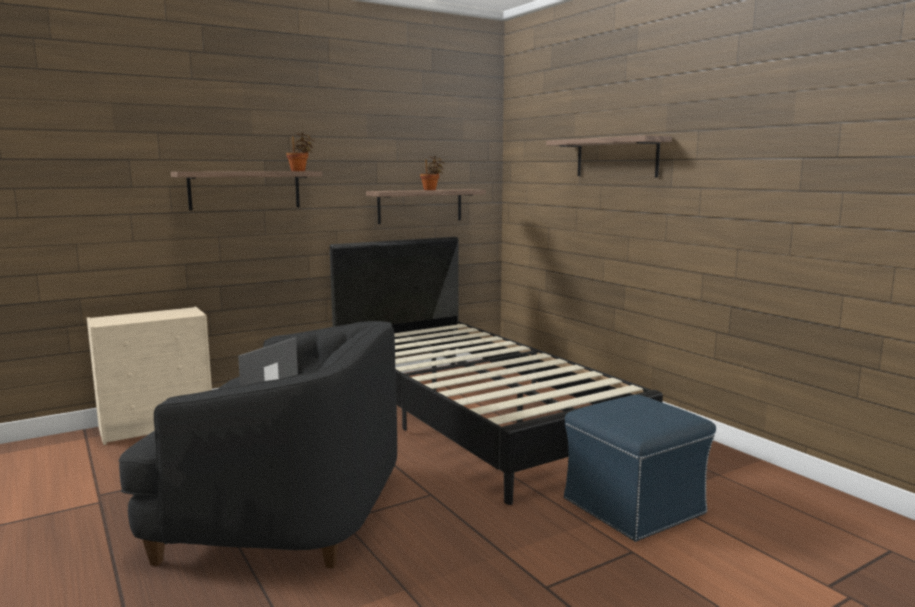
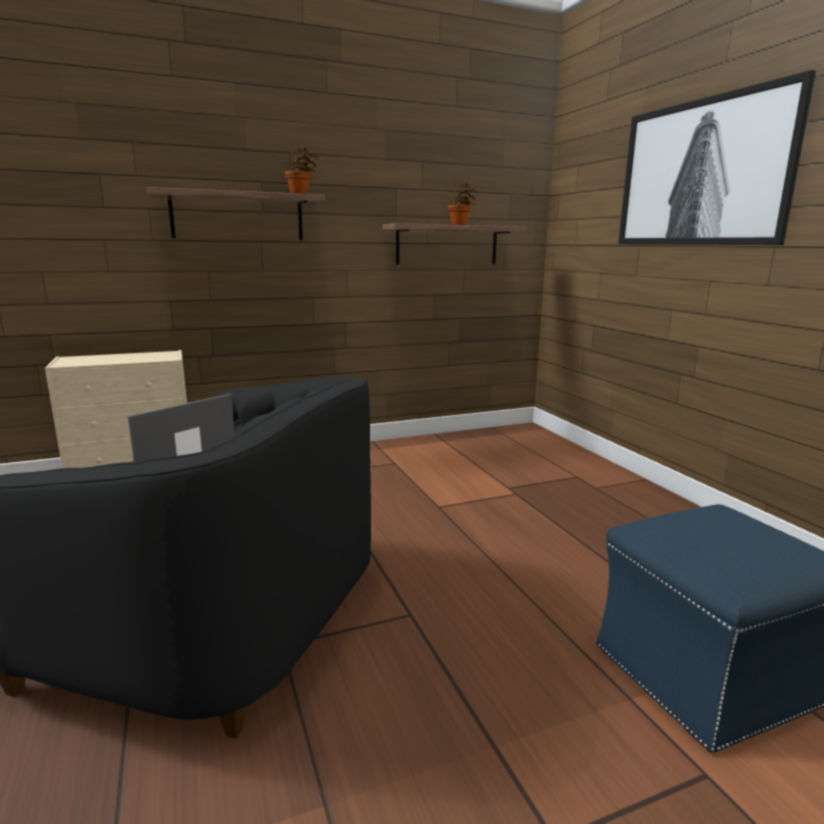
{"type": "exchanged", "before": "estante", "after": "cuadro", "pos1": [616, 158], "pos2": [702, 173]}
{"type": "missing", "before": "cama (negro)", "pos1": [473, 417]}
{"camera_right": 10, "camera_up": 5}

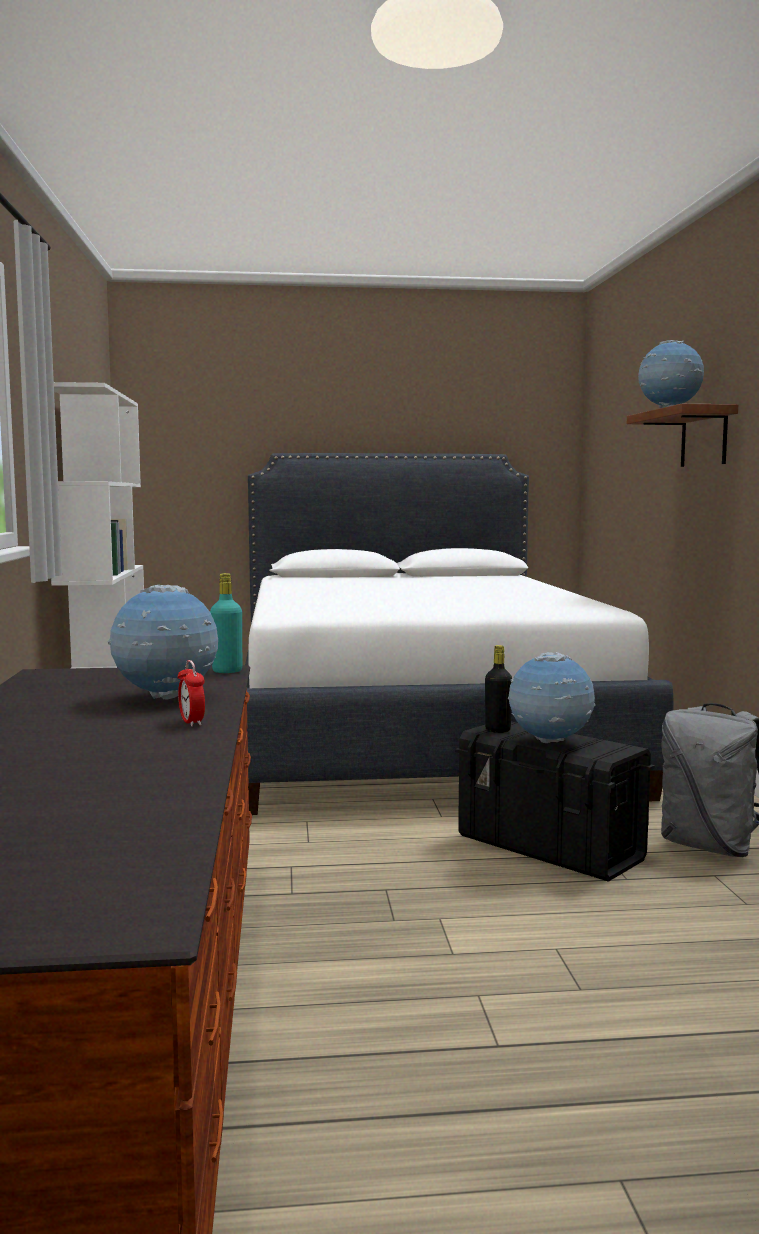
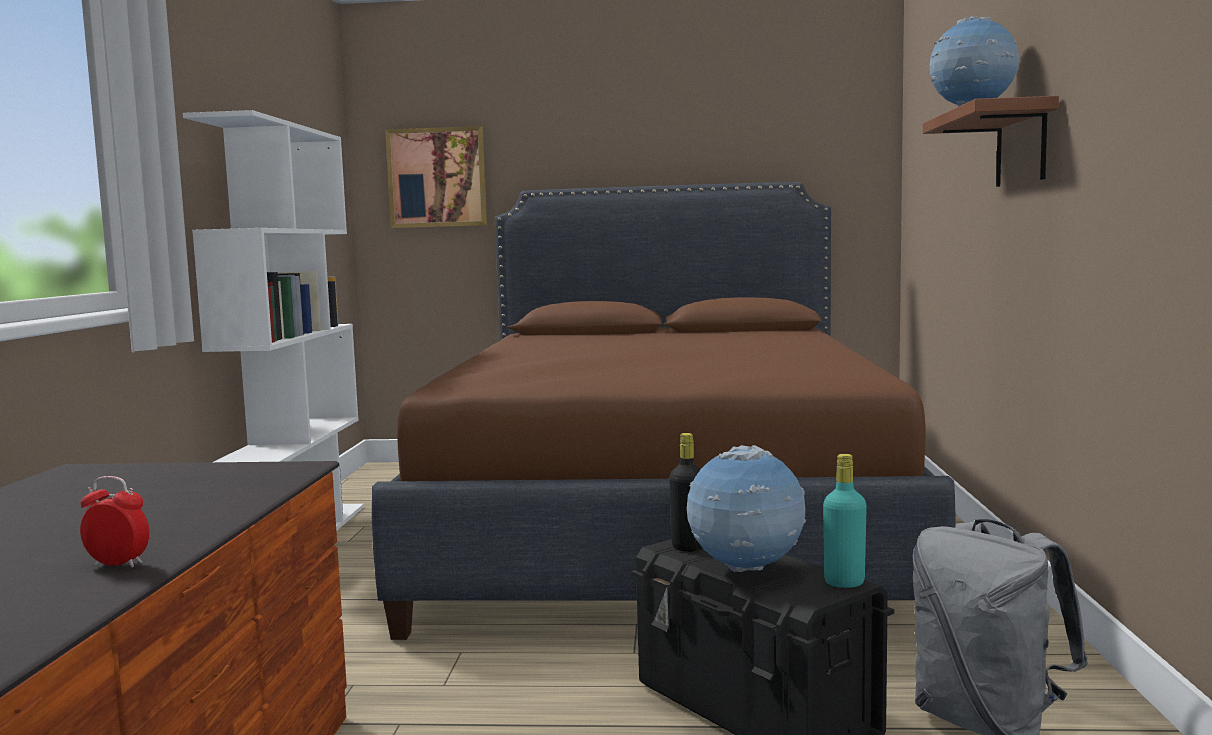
{"type": "colour", "before": "cama (blanco)", "after": "cama (marrón)", "pos1": [415, 733], "pos2": [664, 525]}
{"type": "relocated", "before": "botella (turquesa)", "pos1": [227, 671], "pos2": [844, 582]}
{"type": "missing", "before": "globo terráqueo", "pos1": [166, 698]}
{"type": "spun", "before": "despertador", "pos1": [192, 722], "pos2": [117, 564], "turn": 120}
{"type": "appeared", "after": "cuadro", "pos2": [437, 177]}
{"camera_right": 10, "camera_up": 0}

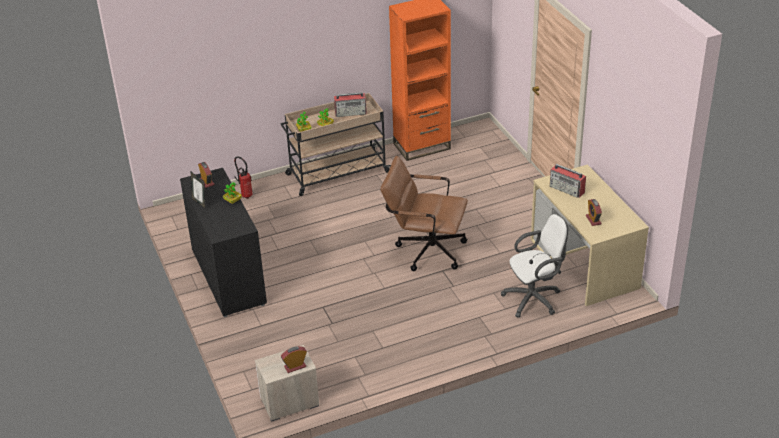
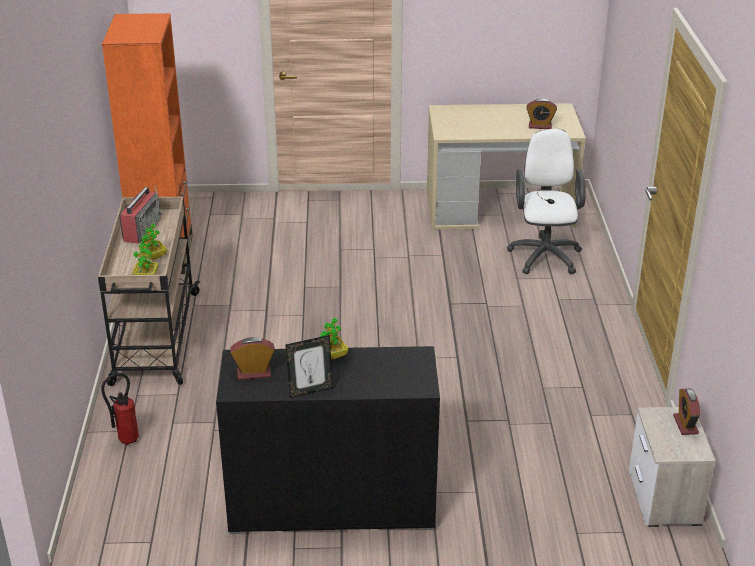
{"type": "missing", "before": "silla de oficina (marrón)", "pos1": [425, 250]}
{"type": "missing", "before": "radio", "pos1": [567, 189]}
{"camera_right": -70, "camera_up": -5}

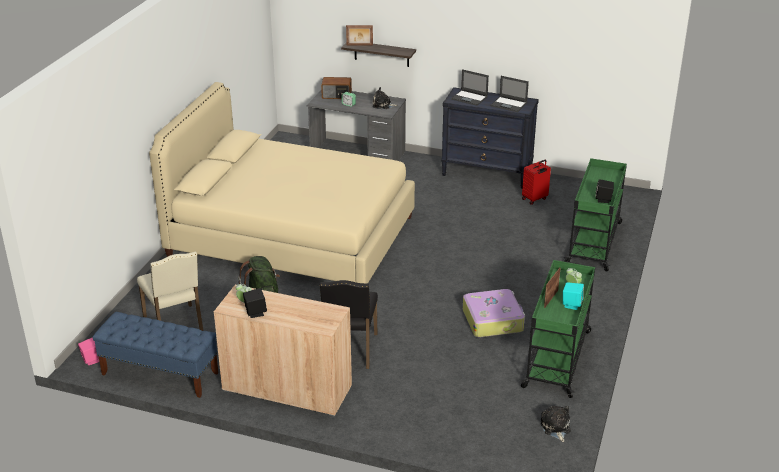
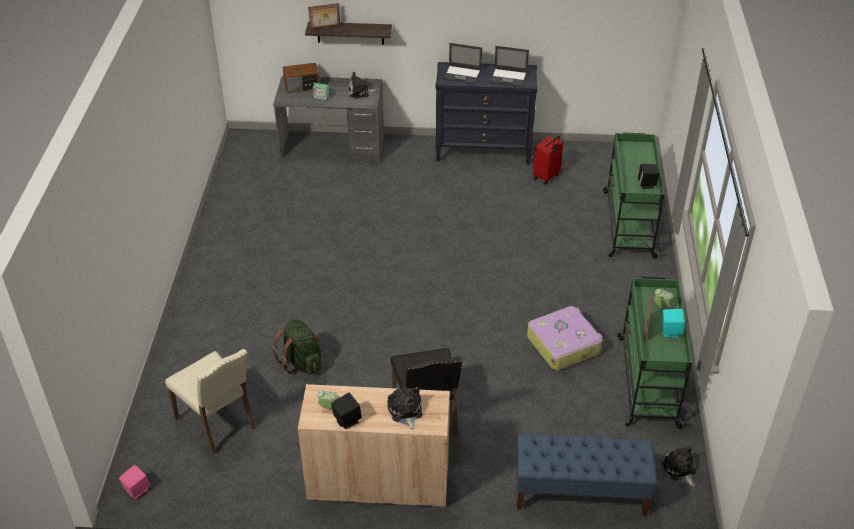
{"type": "missing", "before": "cama (beis)", "pos1": [292, 236]}
{"type": "relocated", "before": "banco (azul)", "pos1": [159, 373], "pos2": [580, 493]}
{"type": "appeared", "after": "peluche", "pos2": [405, 412]}
{"camera_right": -15, "camera_up": 10}

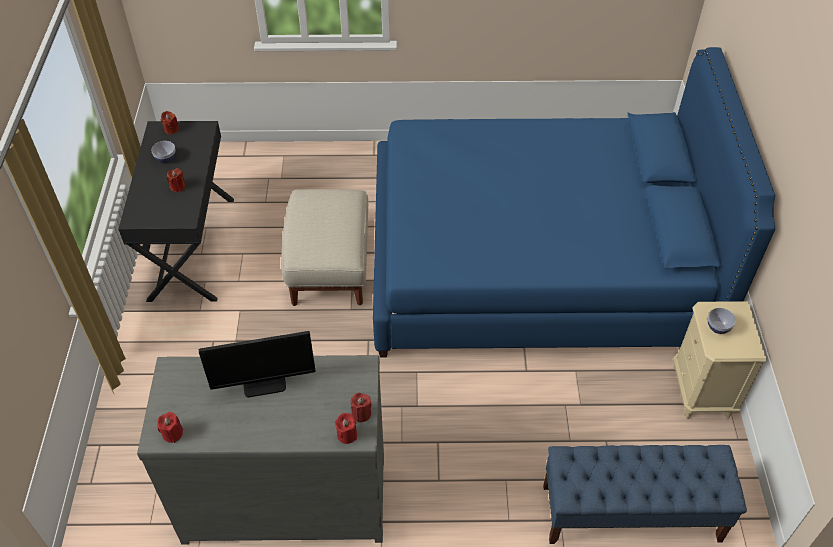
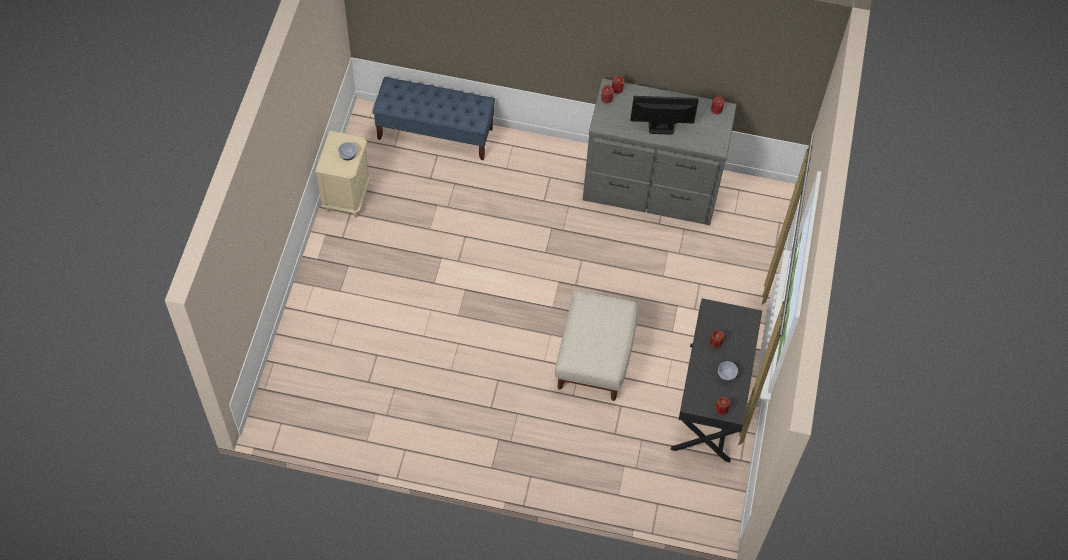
{"type": "missing", "before": "cama (azul)", "pos1": [536, 264]}
{"camera_right": -170, "camera_up": 10}

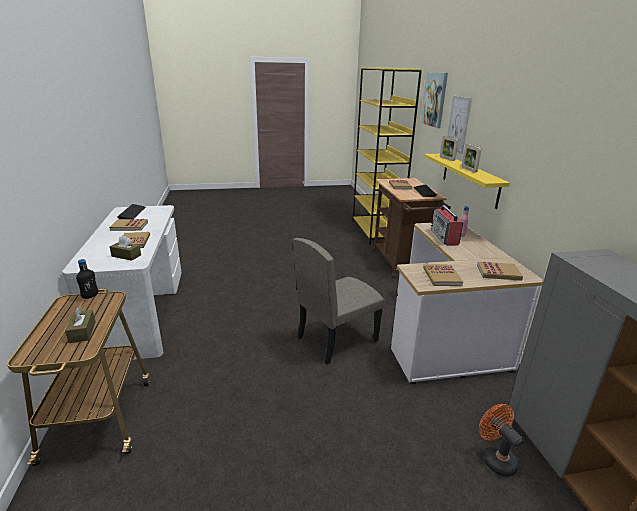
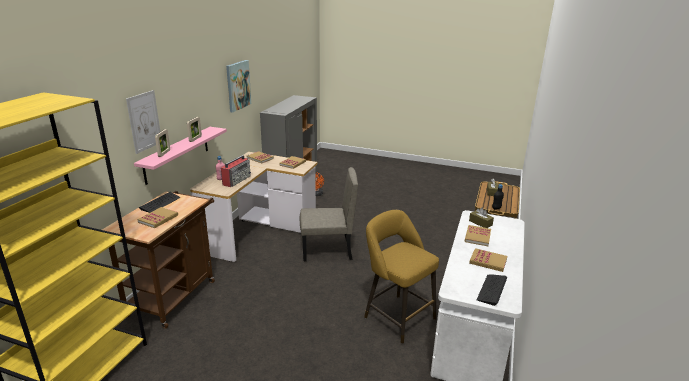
{"type": "relocated", "before": "cuadro", "pos1": [435, 99], "pos2": [238, 85]}
{"type": "colour", "before": "estante (amarillo)", "after": "estante (rosa)", "pos1": [469, 179], "pos2": [177, 154]}
{"type": "appeared", "after": "taburete (amarillo)", "pos2": [396, 316]}
{"camera_right": -150, "camera_up": 0}

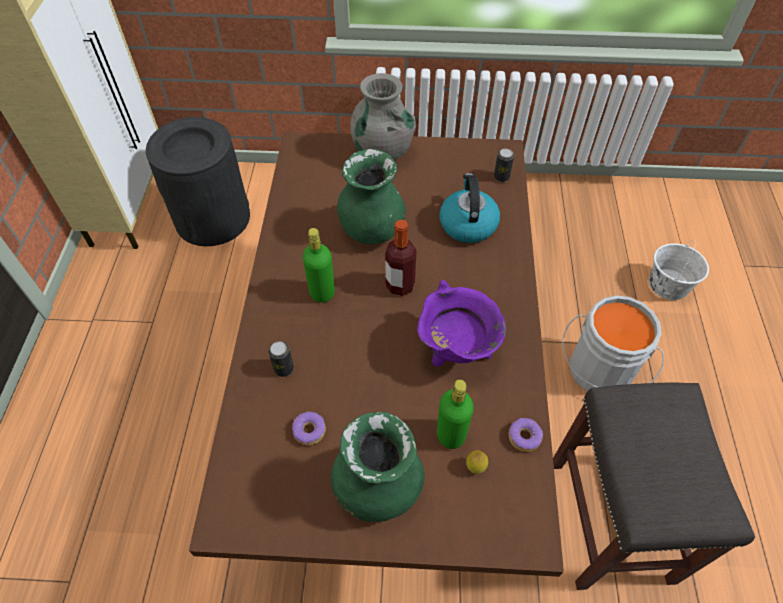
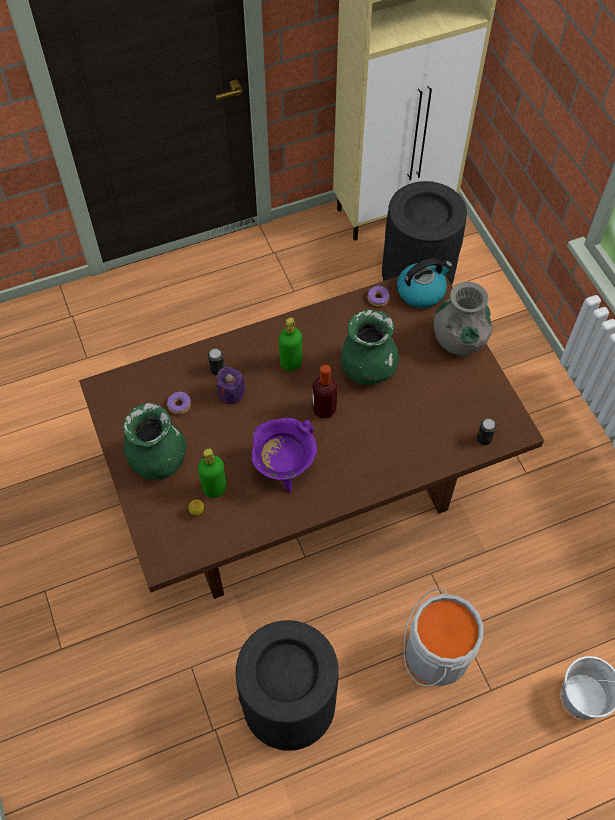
{"type": "relocated", "before": "hervidor", "pos1": [467, 224], "pos2": [421, 291]}
{"type": "exchanged", "before": "taburete (gris)", "after": "papelera (negro)", "pos1": [611, 522], "pos2": [288, 703]}
{"type": "relocated", "before": "rosquilla", "pos1": [524, 437], "pos2": [378, 298]}
{"type": "appeared", "after": "vela (morado)", "pos2": [231, 393]}
{"camera_right": 65, "camera_up": 5}

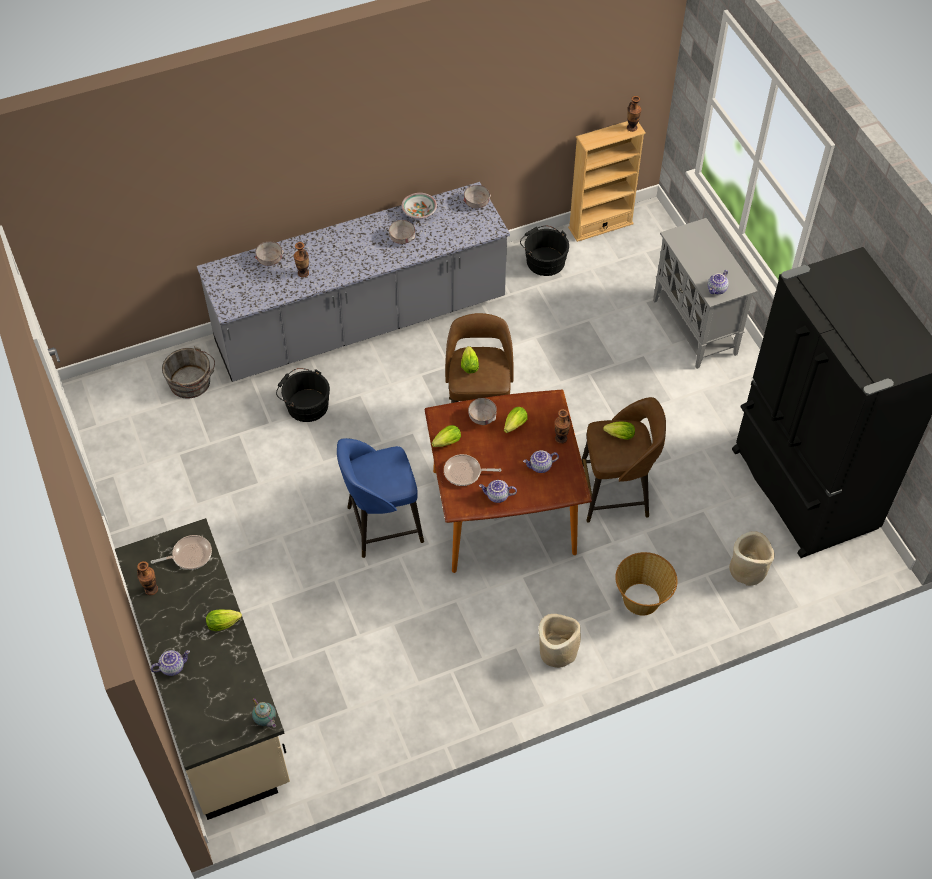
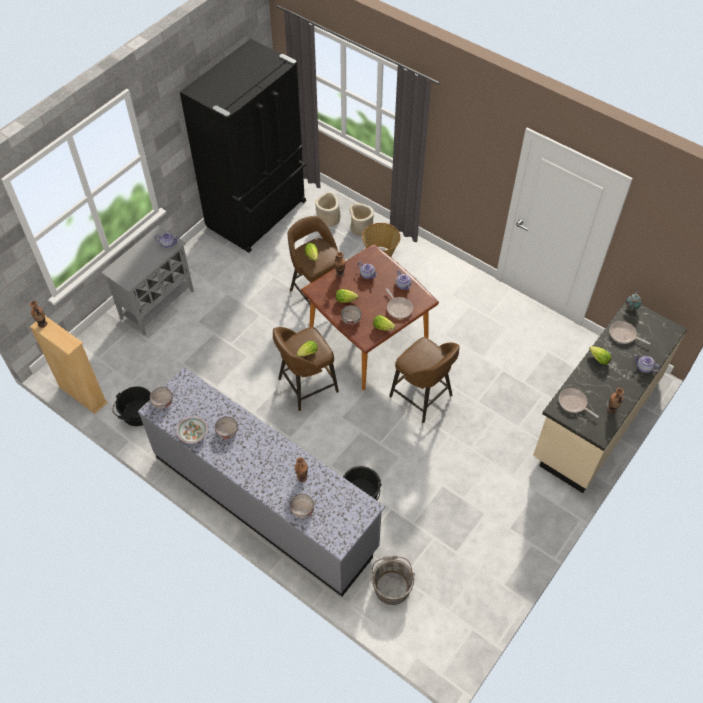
{"type": "colour", "before": "taburete (azul)", "after": "taburete (marrón)", "pos1": [382, 525], "pos2": [422, 397]}
{"type": "relocated", "before": "maceta (beis)", "pos1": [557, 650], "pos2": [360, 228]}
{"type": "appeared", "after": "sartén", "pos2": [623, 335]}
{"camera_right": -120, "camera_up": 0}

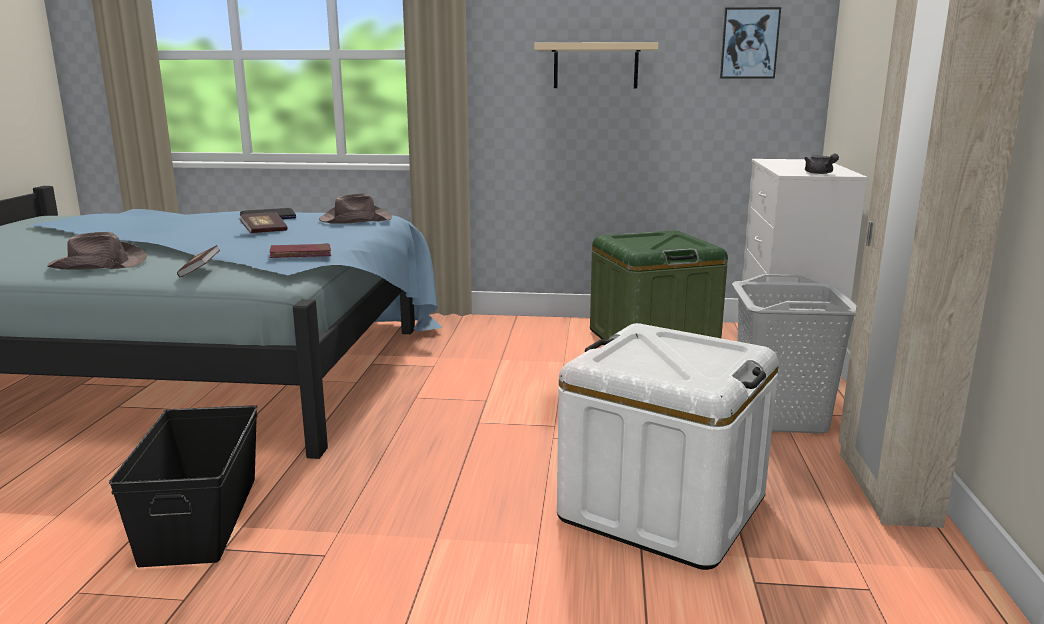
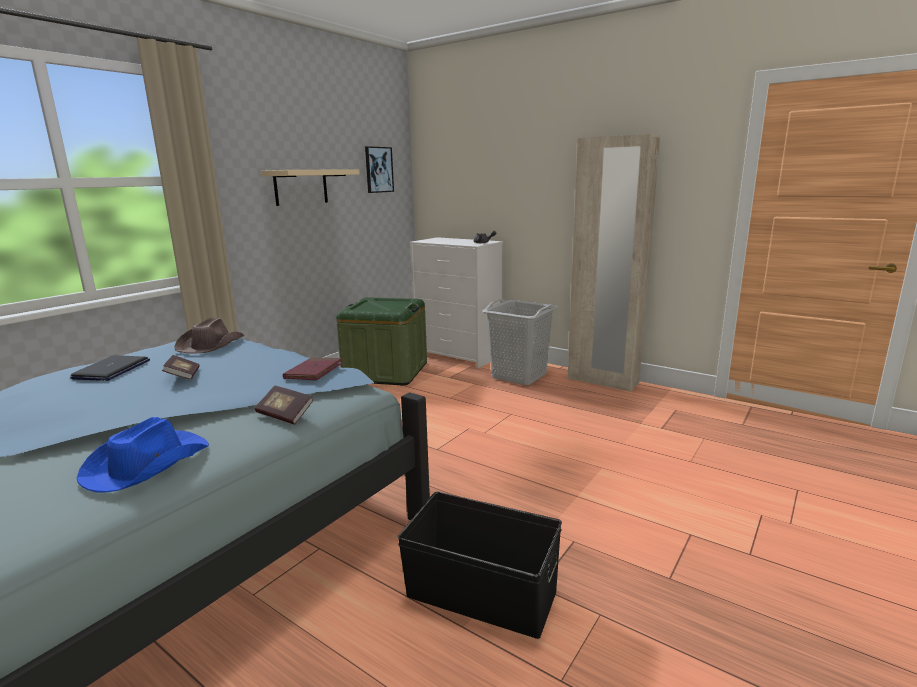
{"type": "colour", "before": "sombrero (marrón)", "after": "sombrero (azul)", "pos1": [98, 264], "pos2": [145, 464]}
{"type": "missing", "before": "caja de almacenaje (blanco)", "pos1": [662, 507]}
{"camera_right": -60, "camera_up": 0}

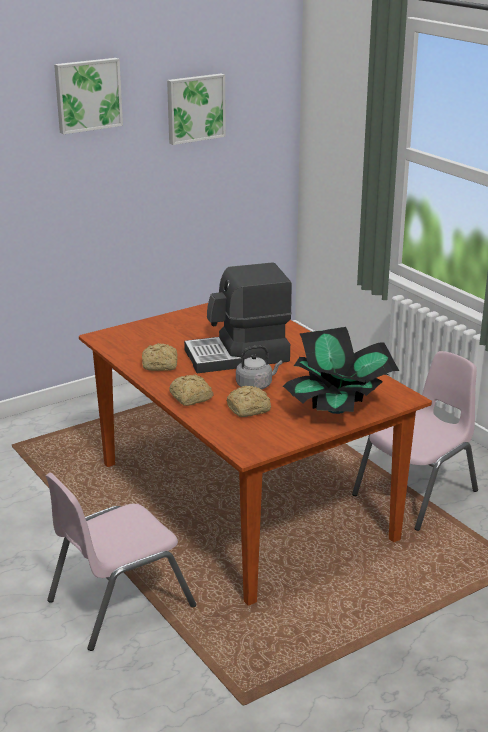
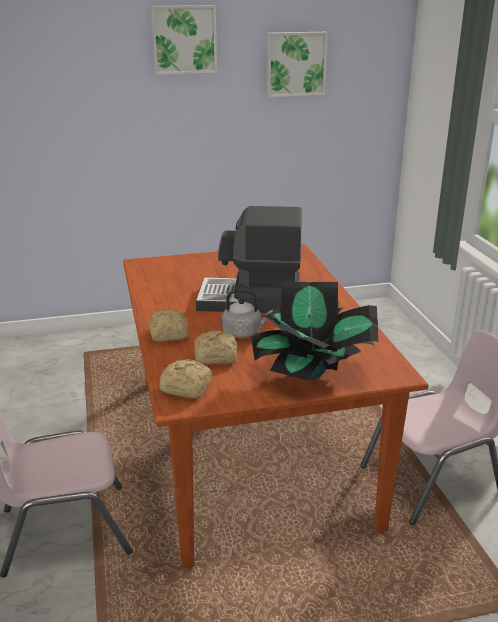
{"type": "relocated", "before": "pan", "pos1": [161, 365], "pos2": [187, 388]}
{"camera_right": 20, "camera_up": 0}

